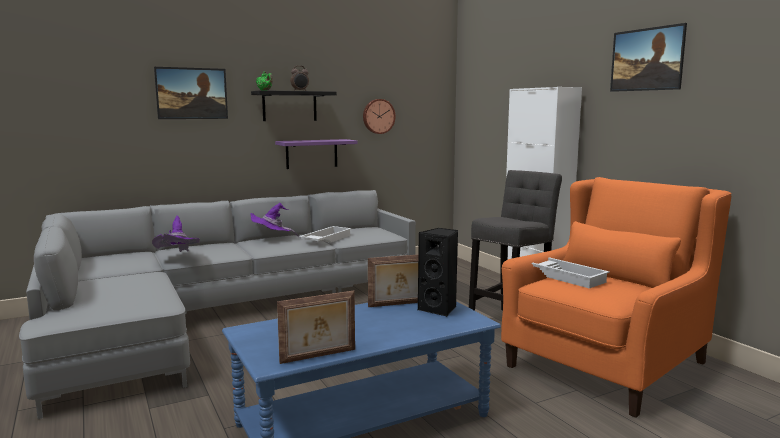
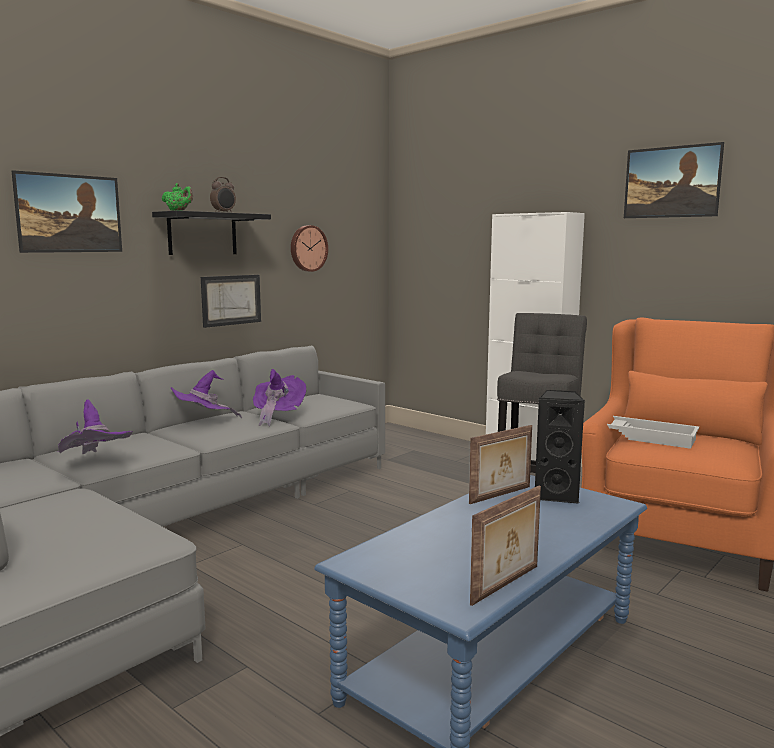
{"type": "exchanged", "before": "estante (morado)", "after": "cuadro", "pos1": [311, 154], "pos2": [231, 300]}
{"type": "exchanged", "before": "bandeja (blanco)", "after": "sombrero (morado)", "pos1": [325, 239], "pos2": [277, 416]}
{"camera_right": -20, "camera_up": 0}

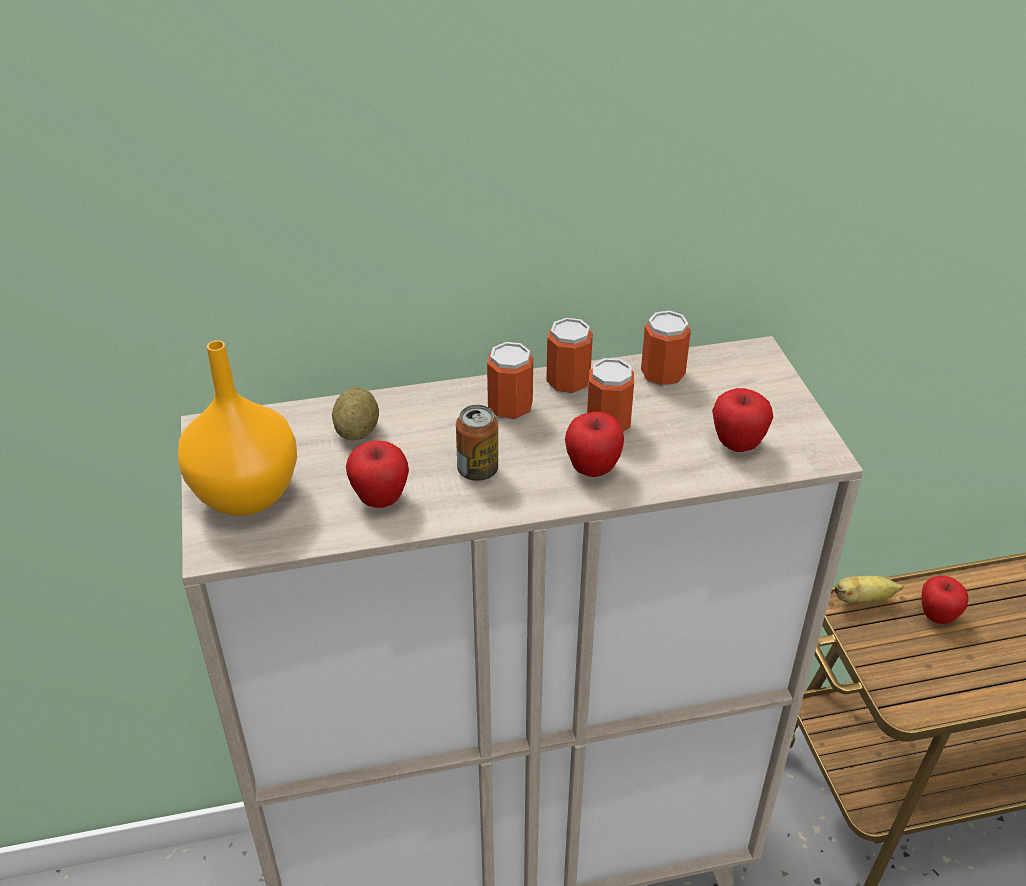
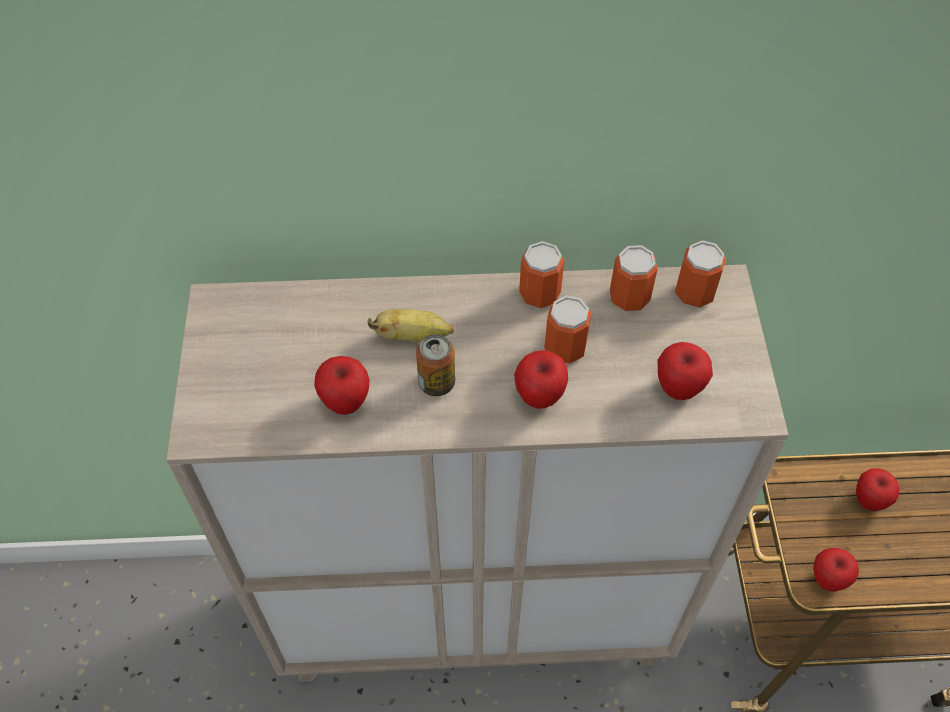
{"type": "missing", "before": "florero (naranja)", "pos1": [247, 493]}
{"type": "relocated", "before": "lata", "pos1": [510, 408], "pos2": [694, 293]}
{"type": "missing", "before": "patata", "pos1": [357, 431]}
{"type": "relocated", "before": "plátano", "pos1": [863, 599], "pos2": [413, 336]}
{"type": "appeared", "after": "manzana", "pos2": [827, 579]}
{"camera_right": 10, "camera_up": 15}

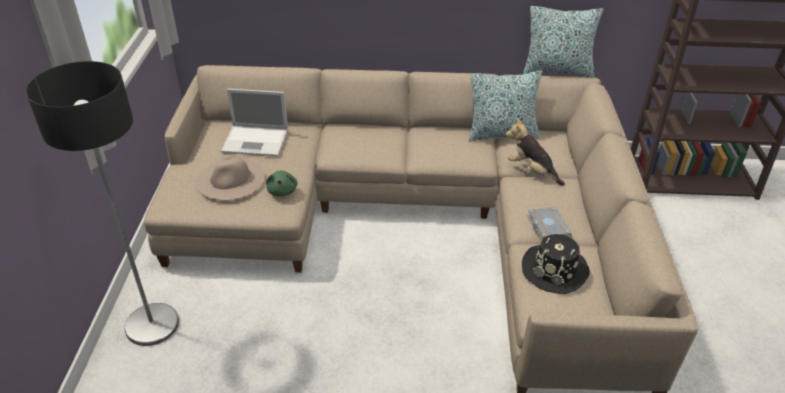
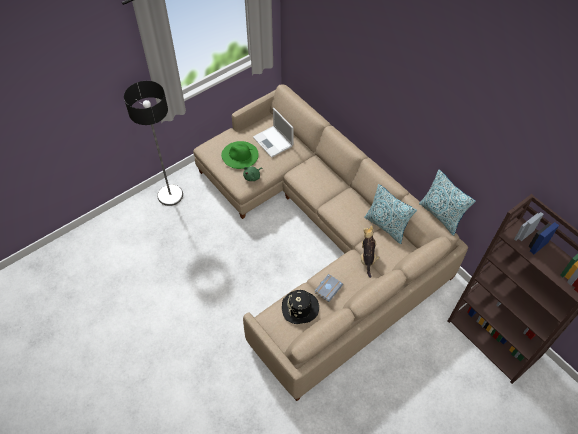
{"type": "colour", "before": "sombrero (beis)", "after": "sombrero (verde)", "pos1": [230, 179], "pos2": [240, 155]}
{"camera_right": 50, "camera_up": 15}

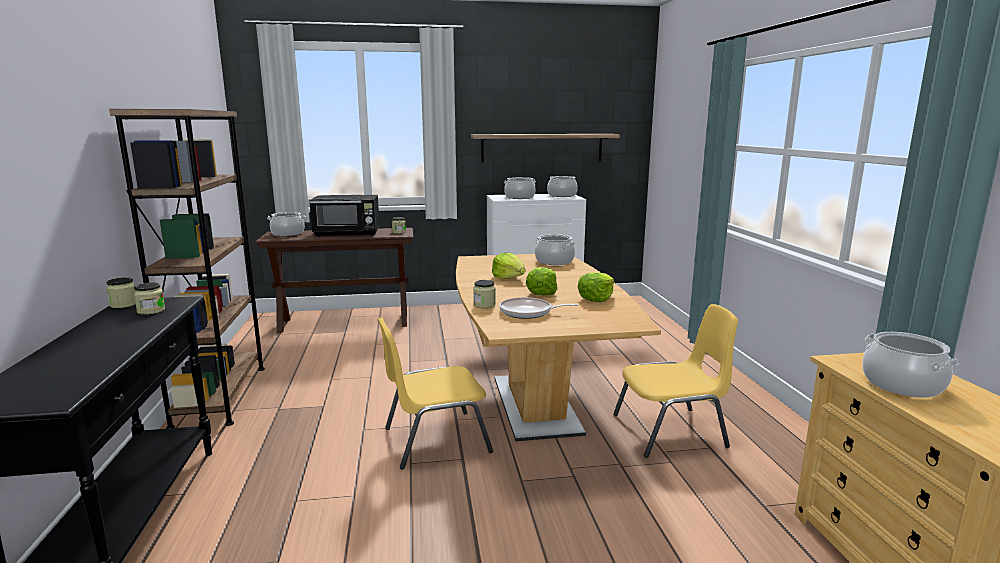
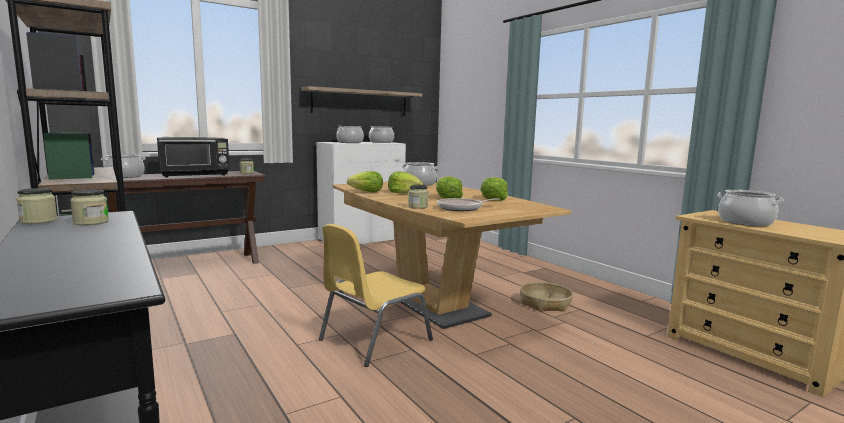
{"type": "exchanged", "before": "silla (amarillo)", "after": "cesta", "pos1": [671, 431], "pos2": [545, 303]}
{"type": "appeared", "after": "lechuga", "pos2": [366, 192]}
{"camera_right": -25, "camera_up": -5}

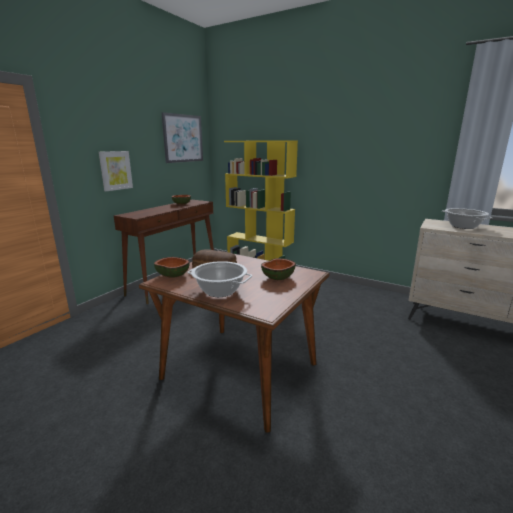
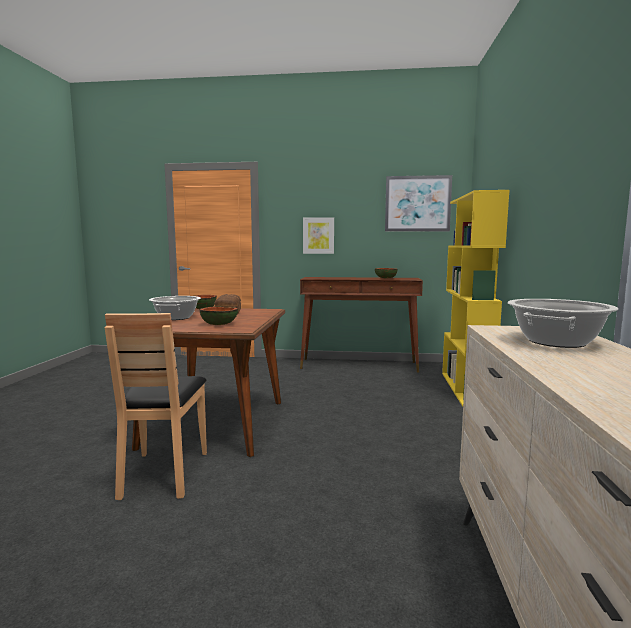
{"type": "appeared", "after": "silla (marrón)", "pos2": [164, 473]}
{"camera_right": 65, "camera_up": -10}

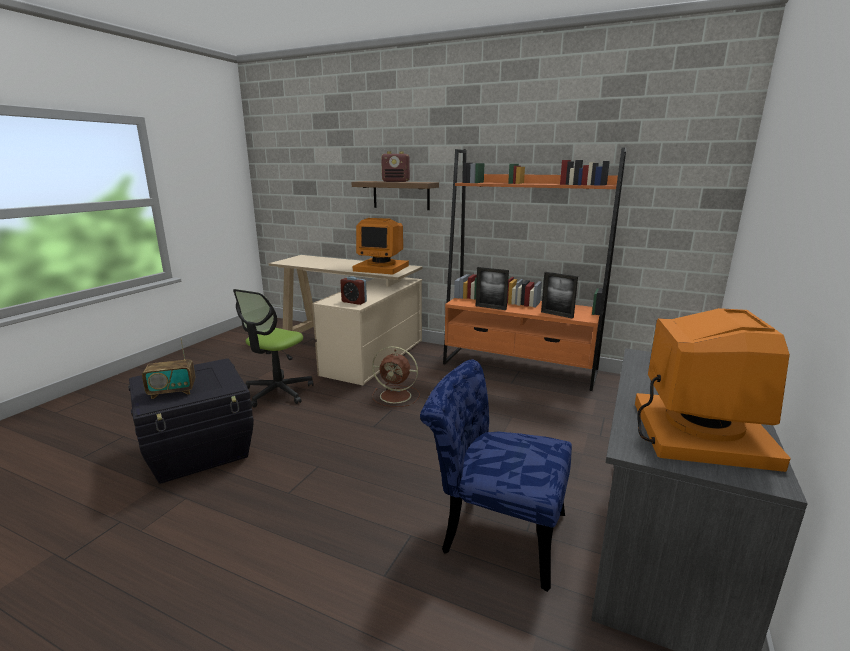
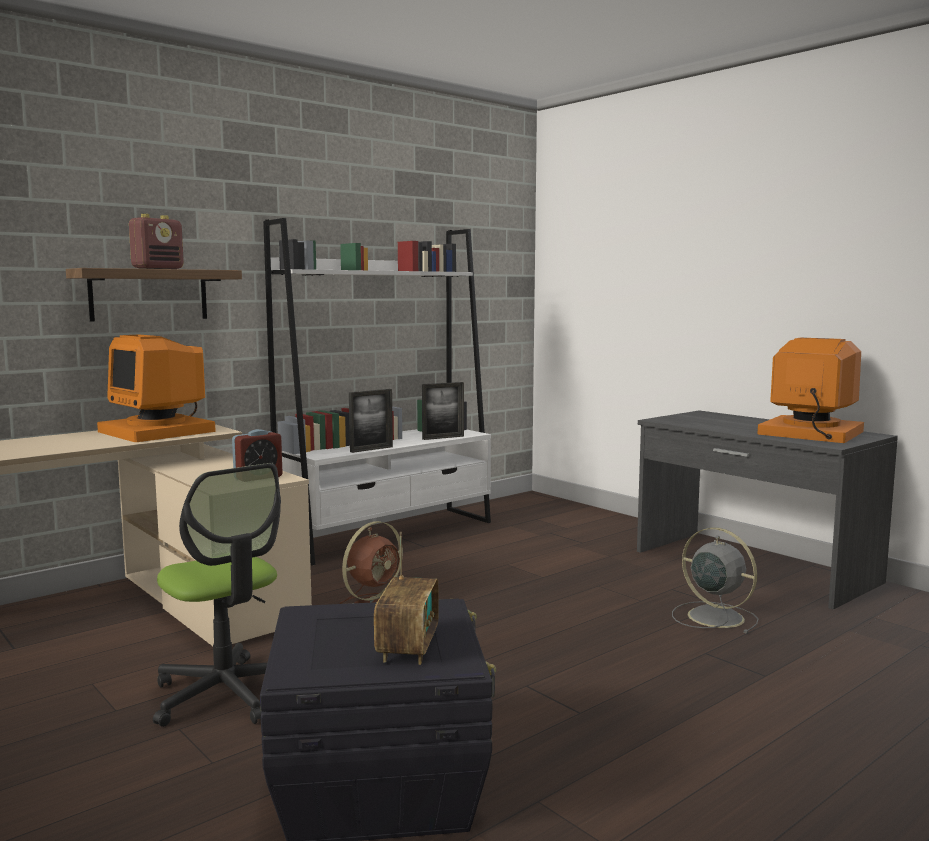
{"type": "colour", "before": "estantería (naranja)", "after": "estantería (blanco)", "pos1": [519, 368], "pos2": [389, 534]}
{"type": "spun", "before": "monitor", "pos1": [382, 268], "pos2": [159, 431], "turn": 90}
{"type": "exchanged", "before": "silla (azul)", "after": "ventilador (gris)", "pos1": [493, 530], "pos2": [713, 616]}
{"camera_right": -65, "camera_up": -10}

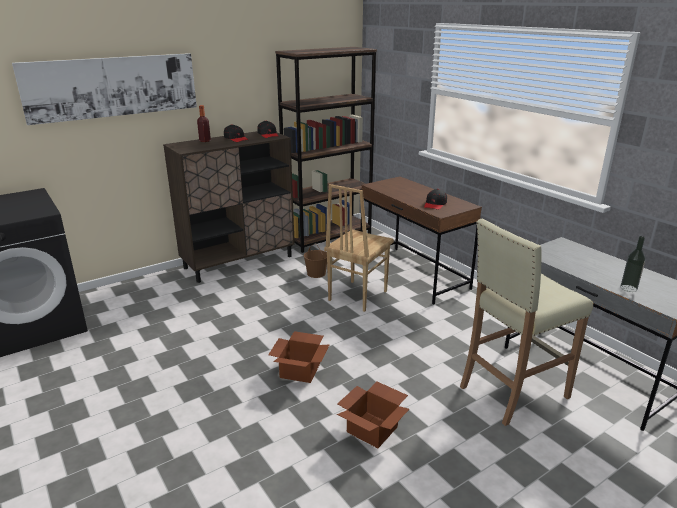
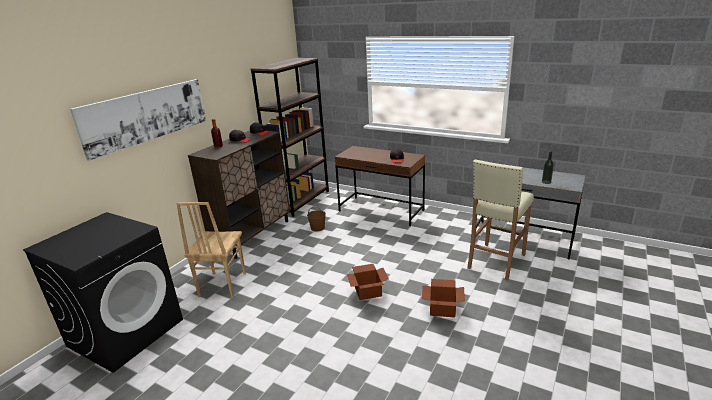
{"type": "relocated", "before": "silla (marrón)", "pos1": [356, 295], "pos2": [221, 285]}
{"camera_right": -25, "camera_up": 0}

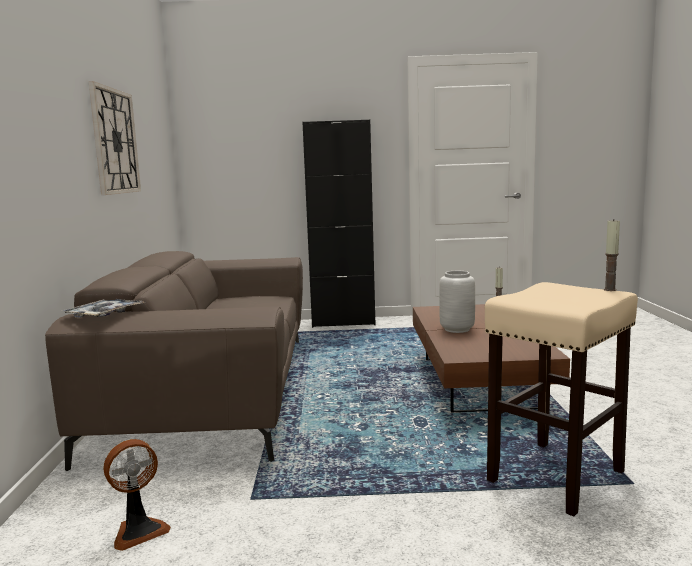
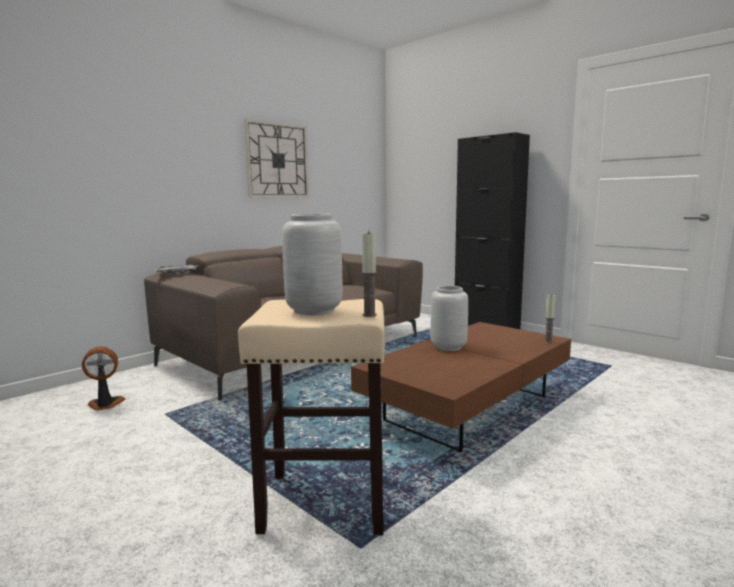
{"type": "spun", "before": "ventilador", "pos1": [139, 531], "pos2": [105, 405], "turn": 150}
{"type": "appeared", "after": "florero (gris)", "pos2": [314, 311]}
{"camera_right": 45, "camera_up": 0}

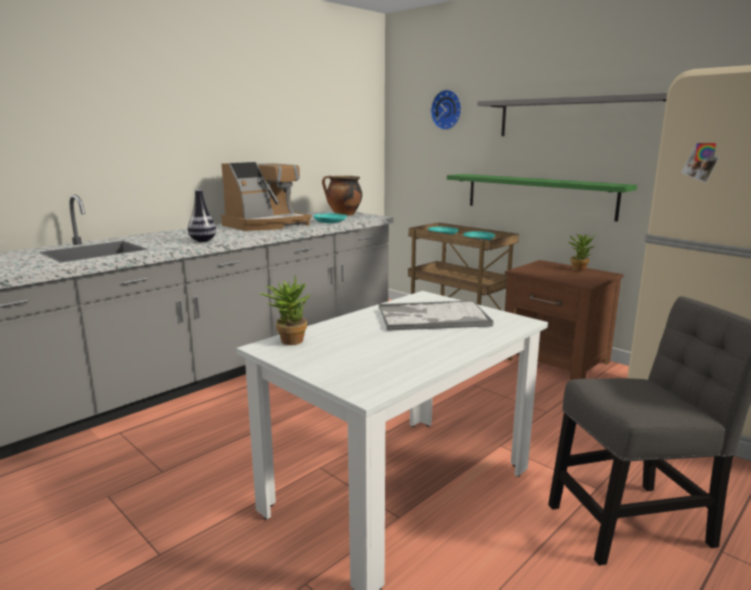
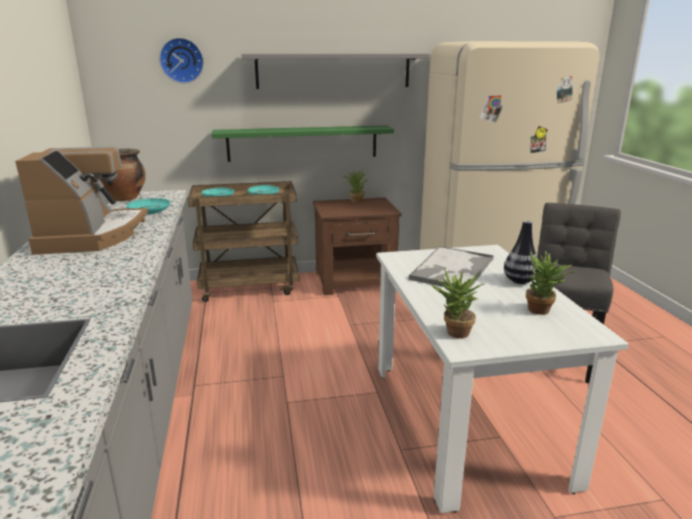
{"type": "relocated", "before": "florero", "pos1": [203, 241], "pos2": [519, 281]}
{"type": "appeared", "after": "planta en maceta", "pos2": [543, 311]}
{"camera_right": -55, "camera_up": 5}

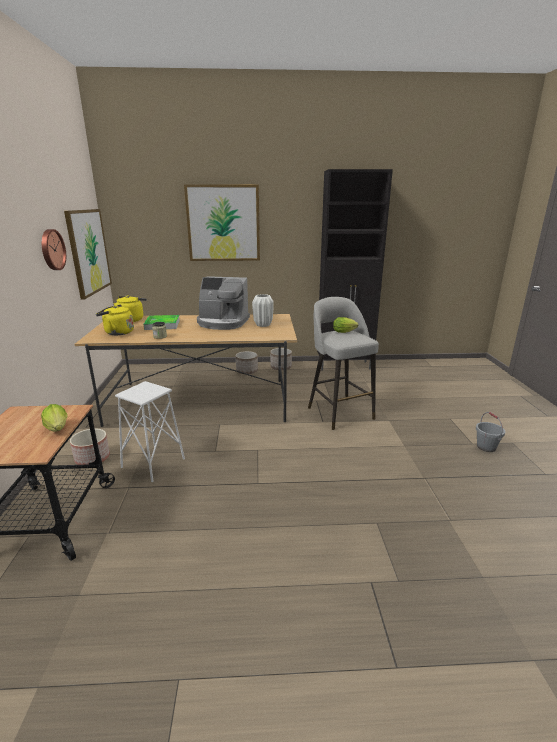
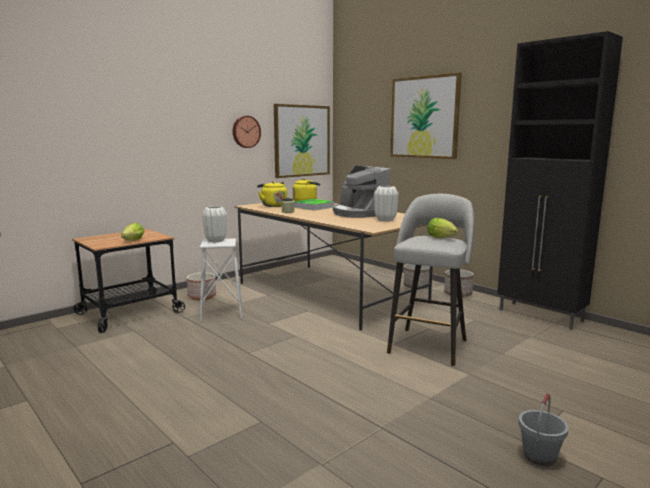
{"type": "appeared", "after": "florero (blanco)", "pos2": [216, 241]}
{"camera_right": 50, "camera_up": -10}

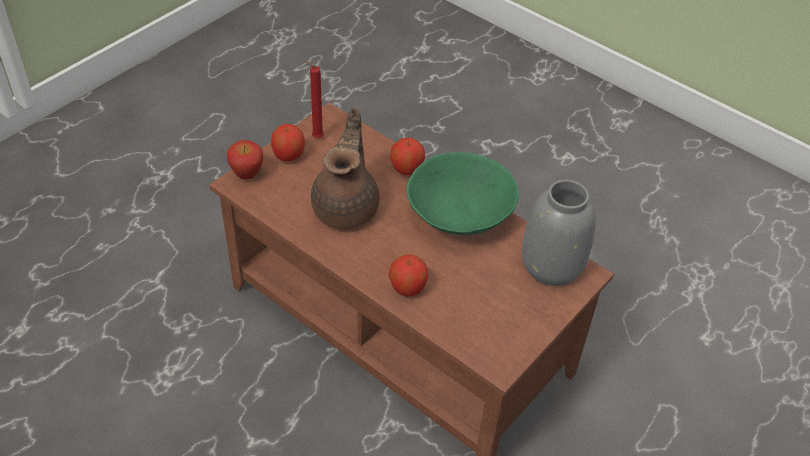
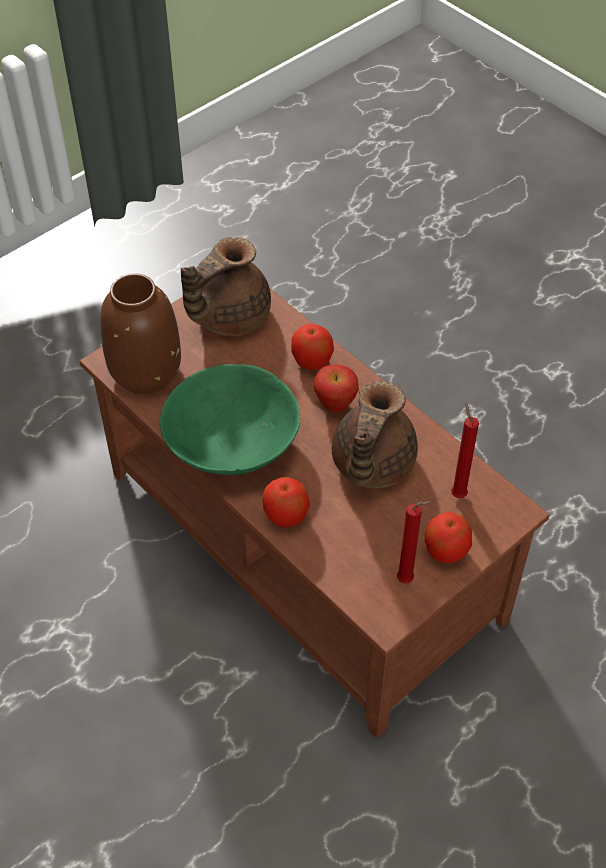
{"type": "relocated", "before": "manzana", "pos1": [247, 175], "pos2": [335, 405]}
{"type": "colour", "before": "florero (gris)", "after": "florero (marrón)", "pos1": [552, 266], "pos2": [144, 371]}
{"type": "appeared", "after": "tetera (marrón)", "pos2": [228, 317]}
{"type": "appeared", "after": "vela (rojo)", "pos2": [457, 493]}
{"camera_right": -170, "camera_up": 5}

